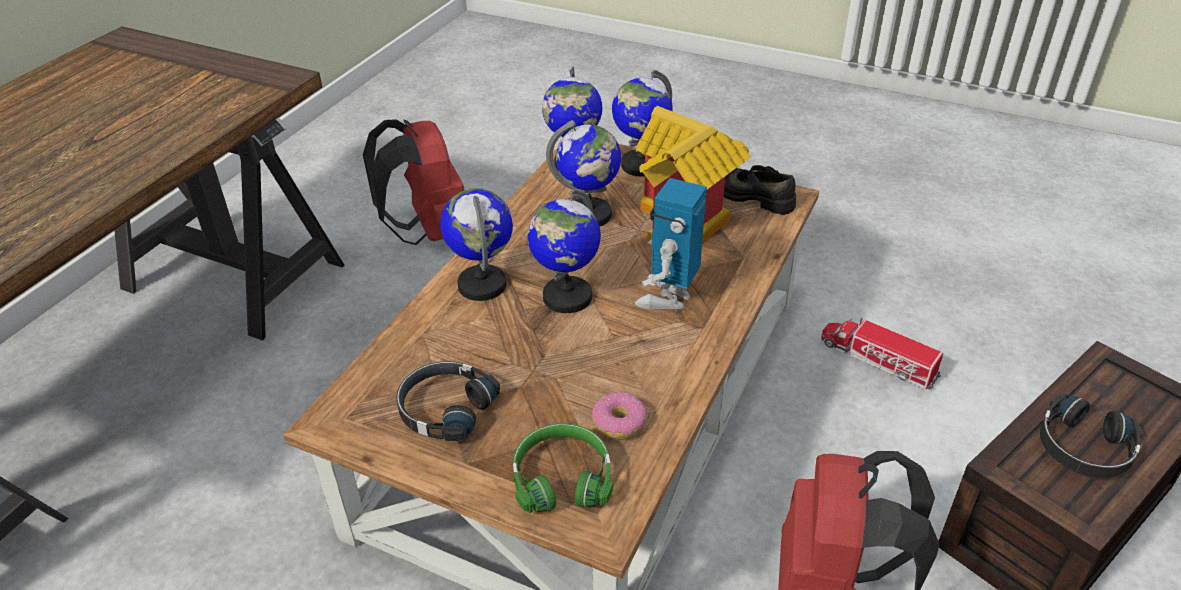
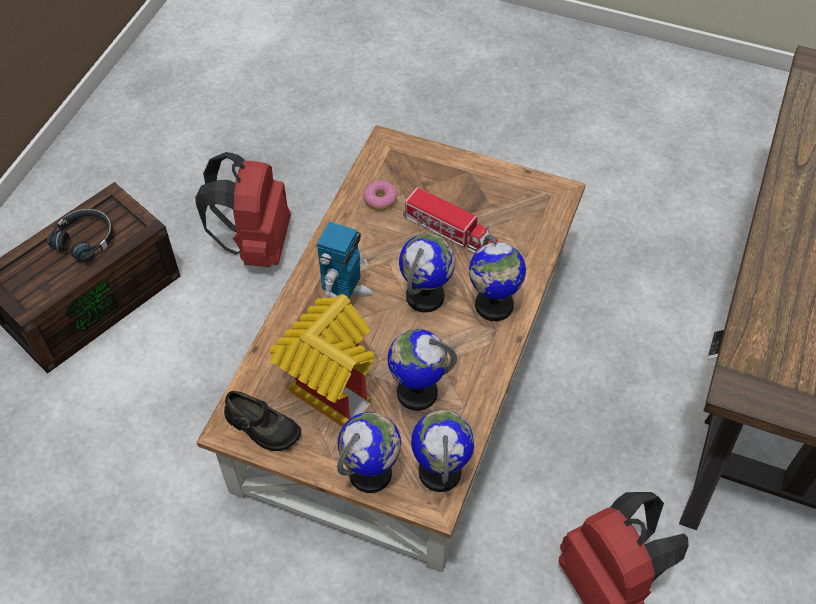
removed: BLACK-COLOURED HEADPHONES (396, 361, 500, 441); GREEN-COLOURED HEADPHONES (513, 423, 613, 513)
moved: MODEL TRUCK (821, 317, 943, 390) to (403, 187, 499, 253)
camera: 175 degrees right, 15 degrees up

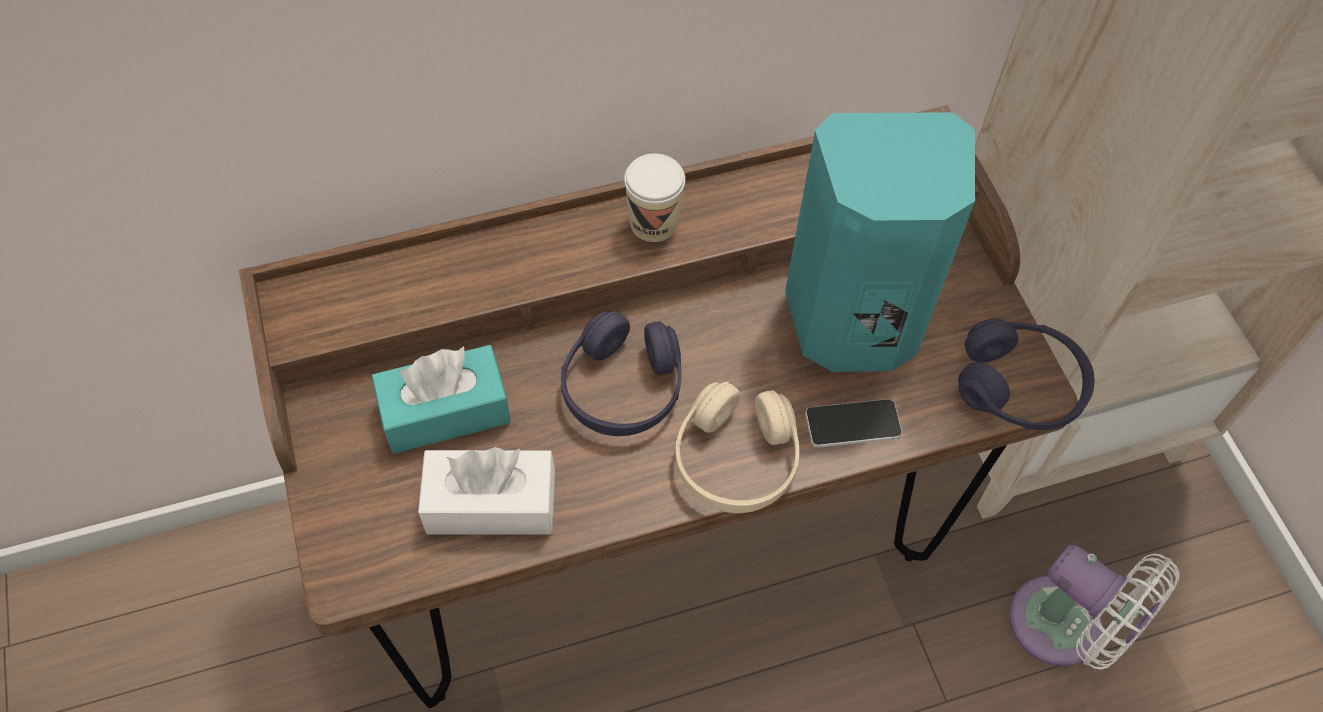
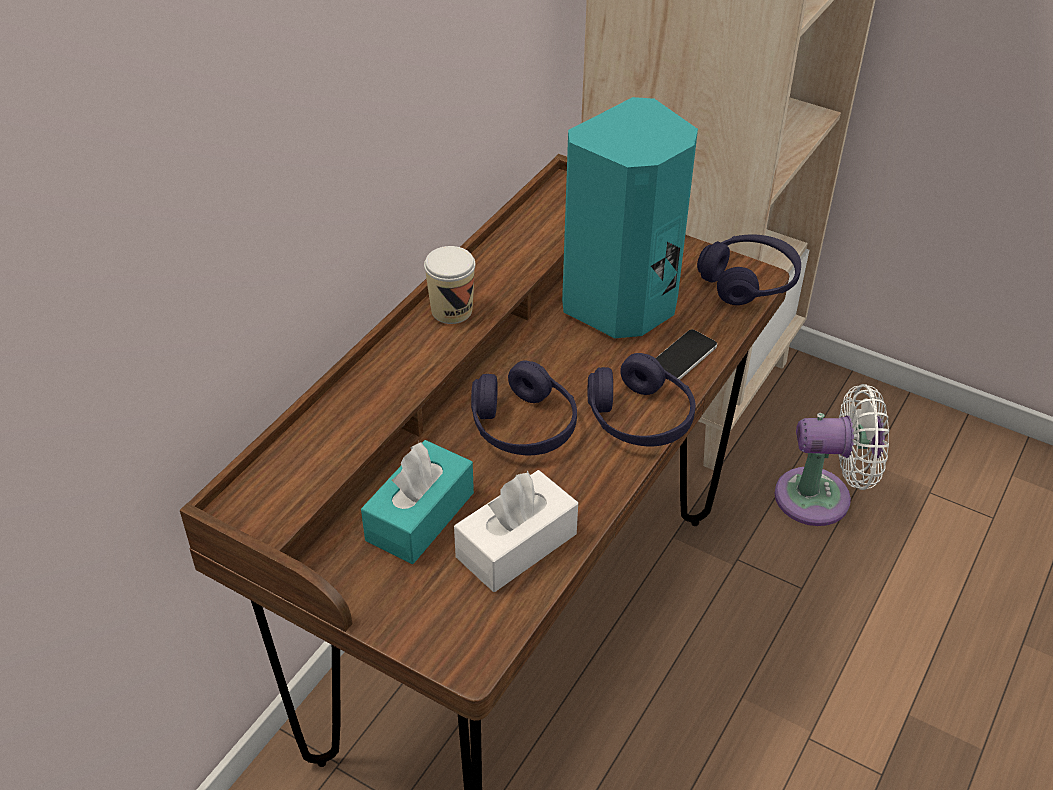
recoloured: SAND-COLOURED HEADPHONES (675, 382, 799, 513) to PURPLISH HEADPHONES (588, 353, 696, 447)
camera: 40 degrees left, 15 degrees down

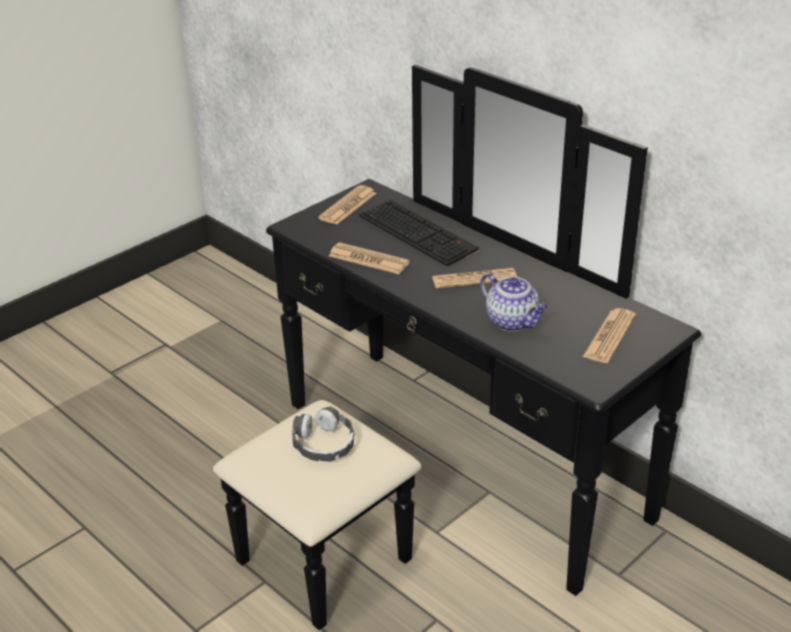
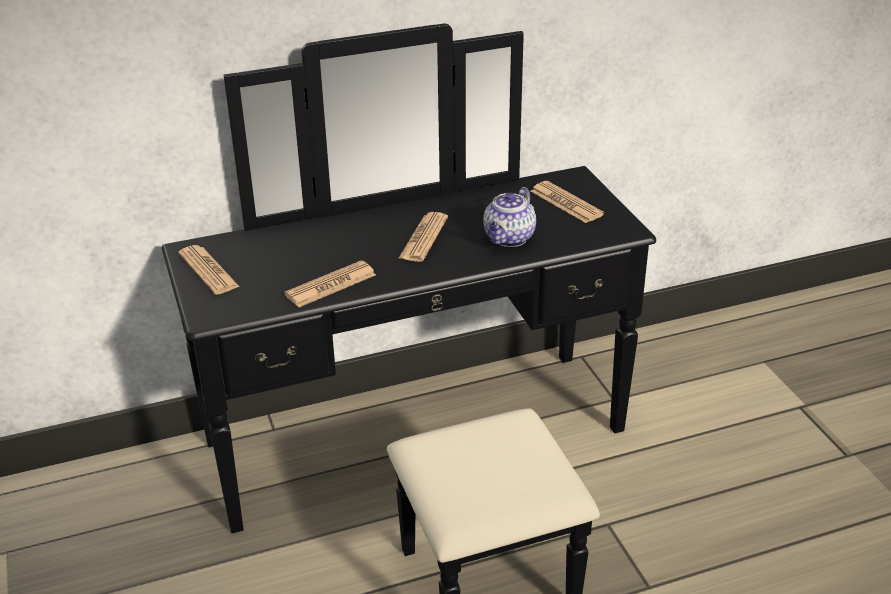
removed: KEYBOARD (359, 200, 479, 266); HEADPHONES (292, 406, 355, 462)
turned: TEAPOT (480, 273, 548, 331) = (483, 187, 536, 247) 135 degrees clockwise
camera: 65 degrees left, 0 degrees up

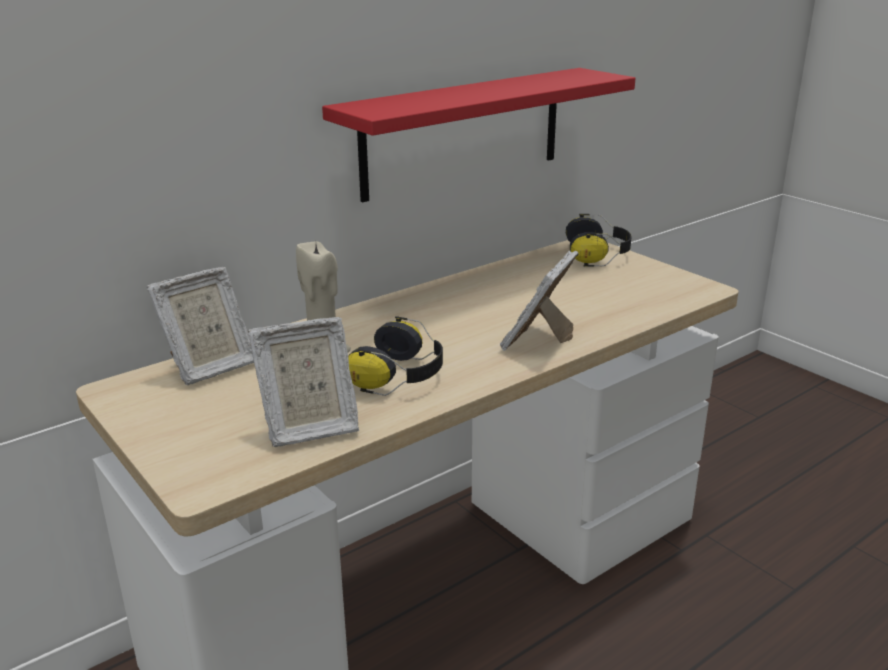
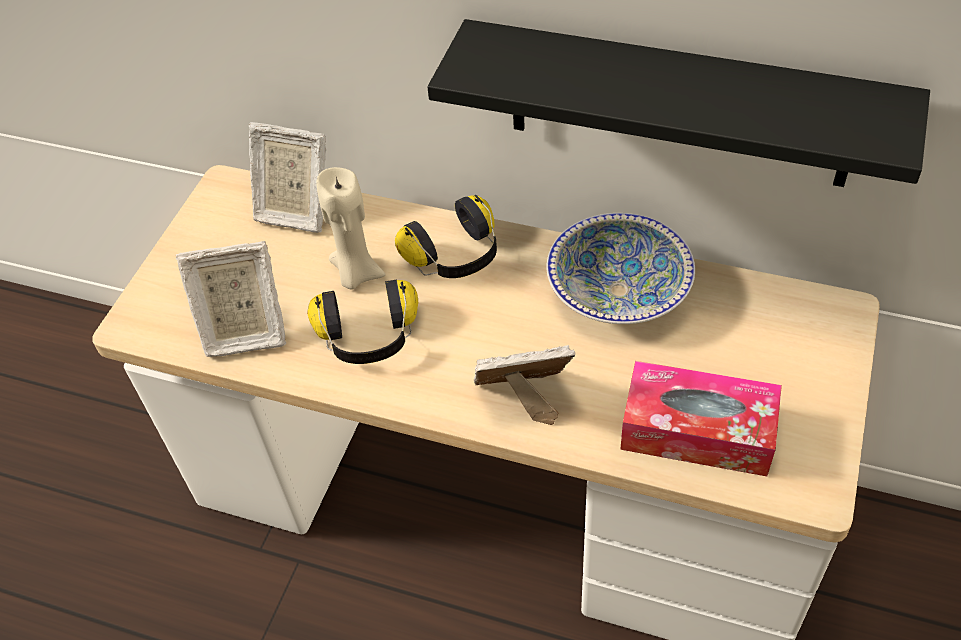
added: BOWL (547, 213, 695, 324); TISSUE HOLDER (620, 361, 782, 476)
moved: HEADPHONES (566, 214, 632, 267) to (395, 195, 497, 278)
recoloured: RED-COLOURED WALL SHELF (322, 68, 636, 203) to BLACK-COLOURED WALL SHELF (427, 19, 930, 187)
turned: STANDING FRAME (248, 317, 359, 447) = (176, 241, 286, 357) 45 degrees counterclockwise
camera: 60 degrees right, 25 degrees up

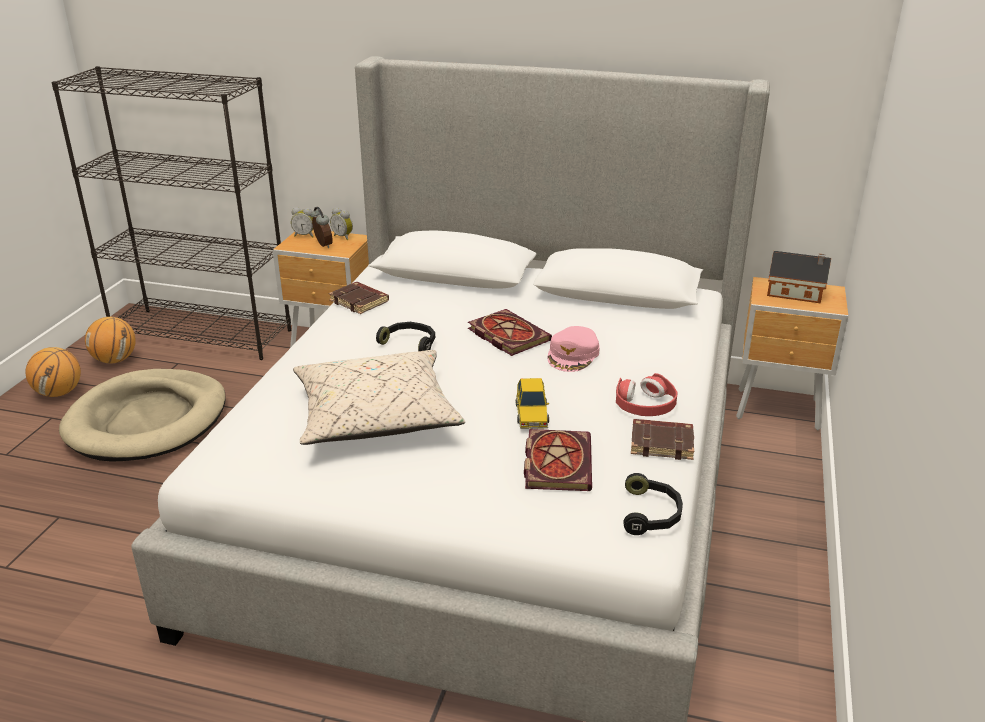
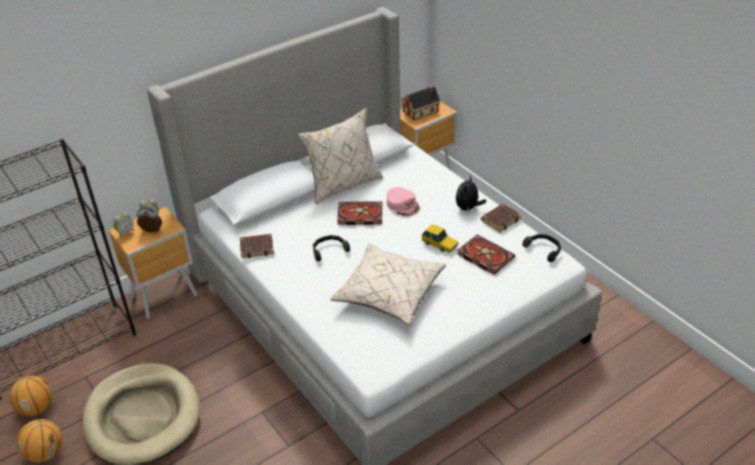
added: SAND-COLOURED CUSHION (298, 108, 383, 204)
replaced: RED-COLOURED HEADPHONES (616, 373, 678, 416) to CUDDLY TOY (456, 175, 486, 212)
camera: 50 degrees left, 10 degrees up

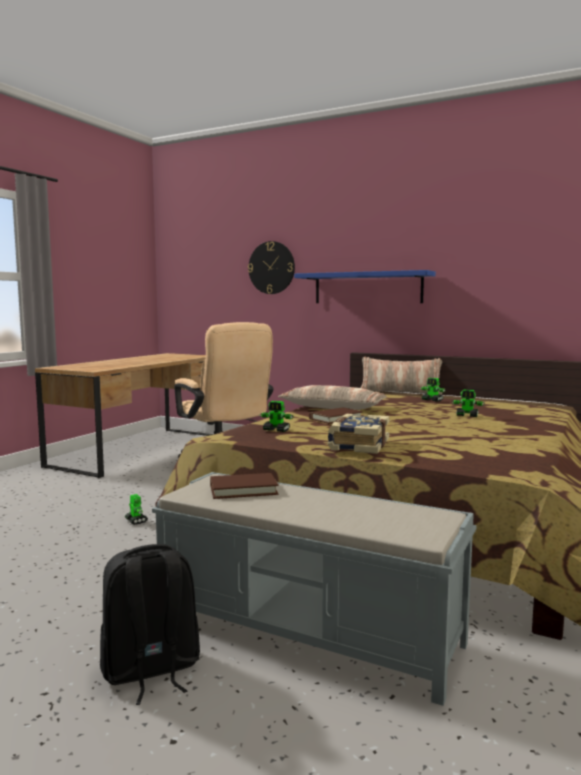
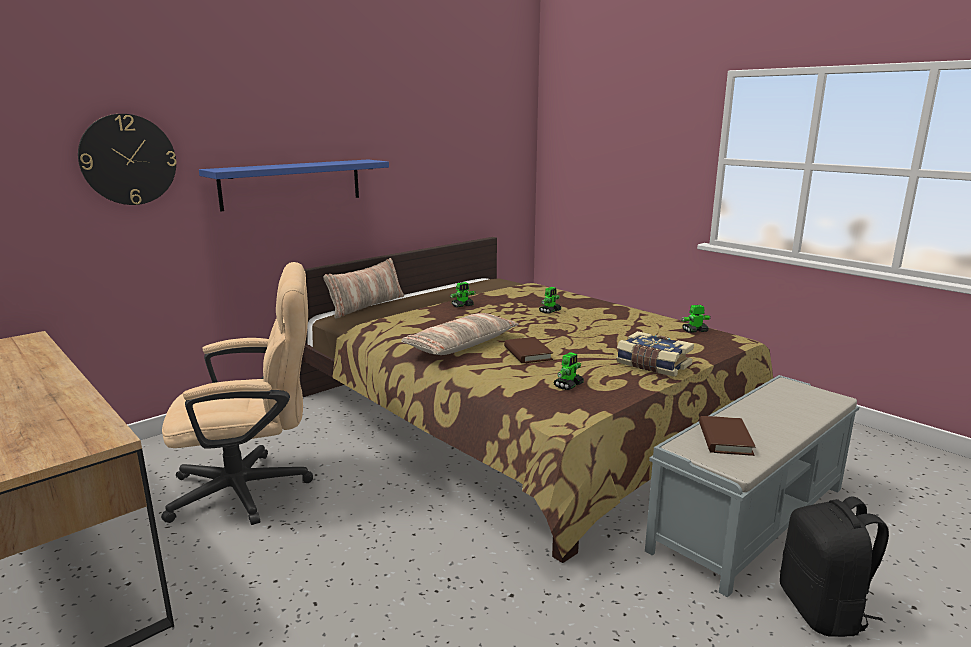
moved: ROBOT FIGURE (125, 494, 148, 525) to (681, 305, 711, 333)
camera: 70 degrees left, 10 degrees up

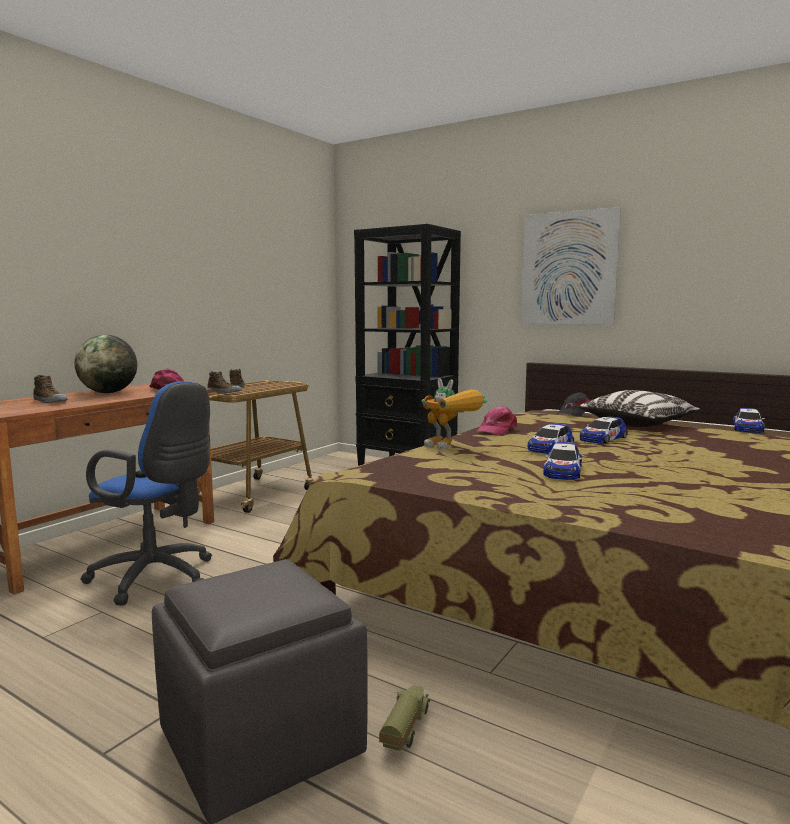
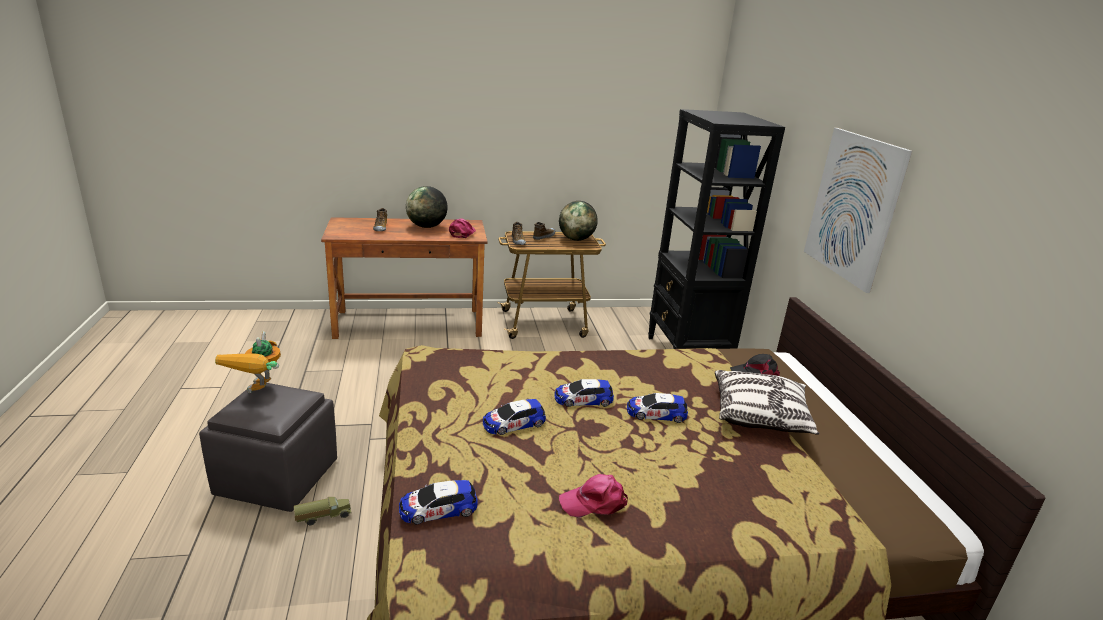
removed: BLUE-COLOURED OFFICE CHAIR (80, 381, 212, 606)
added: DESK GLOBE (559, 201, 598, 241)
moved: ROBOT FIGURE (422, 378, 487, 450) to (215, 331, 281, 393); PINKISH PEAKED CAP (476, 406, 517, 435) to (559, 474, 628, 518); MODEL CAR (733, 408, 765, 433) to (399, 480, 478, 524)
camera: 45 degrees right, 15 degrees up

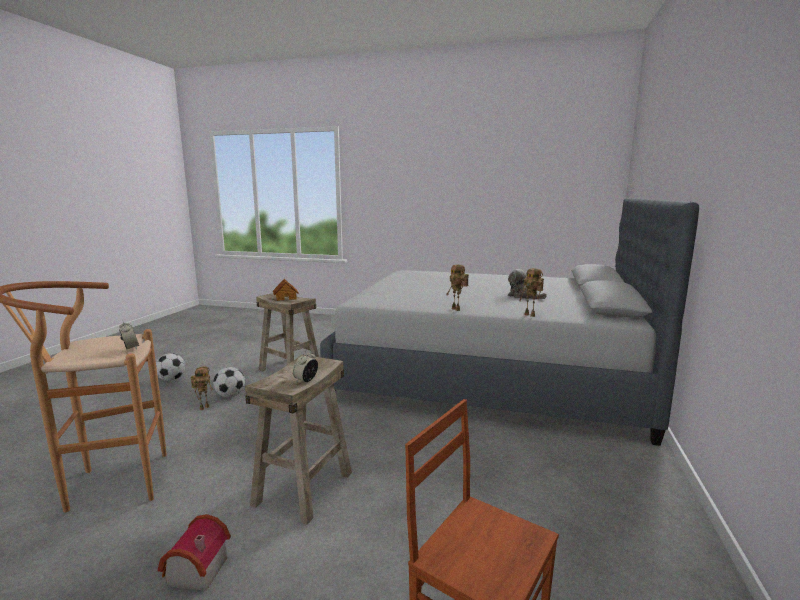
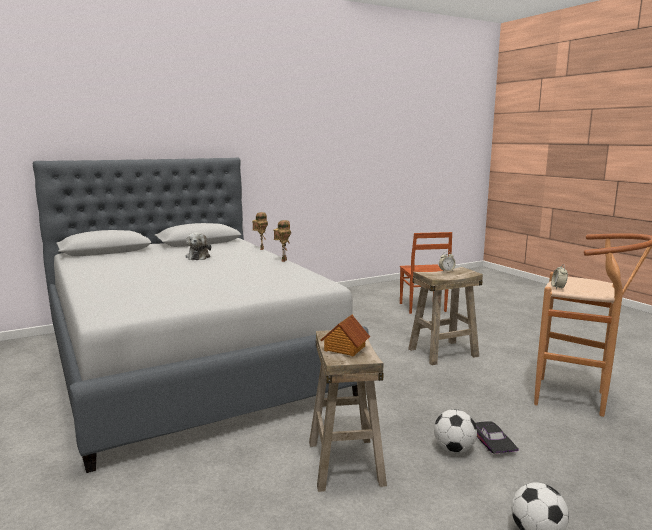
removed: TOY HOUSE (158, 514, 231, 591)
replaced: ROBOT FIGURE (190, 366, 213, 411) to BLACK-COLOURED MODEL CAR (475, 421, 518, 454)
camera: 135 degrees left, 0 degrees up

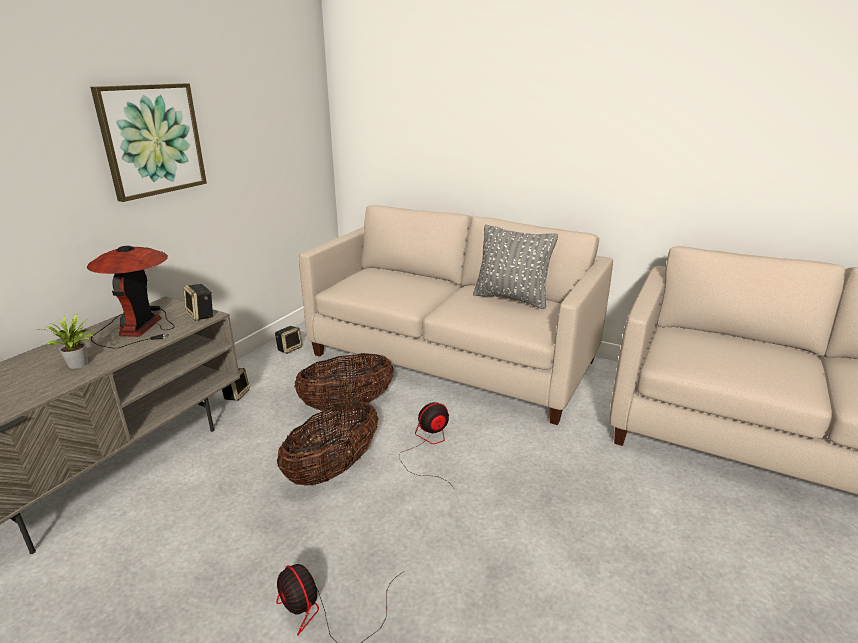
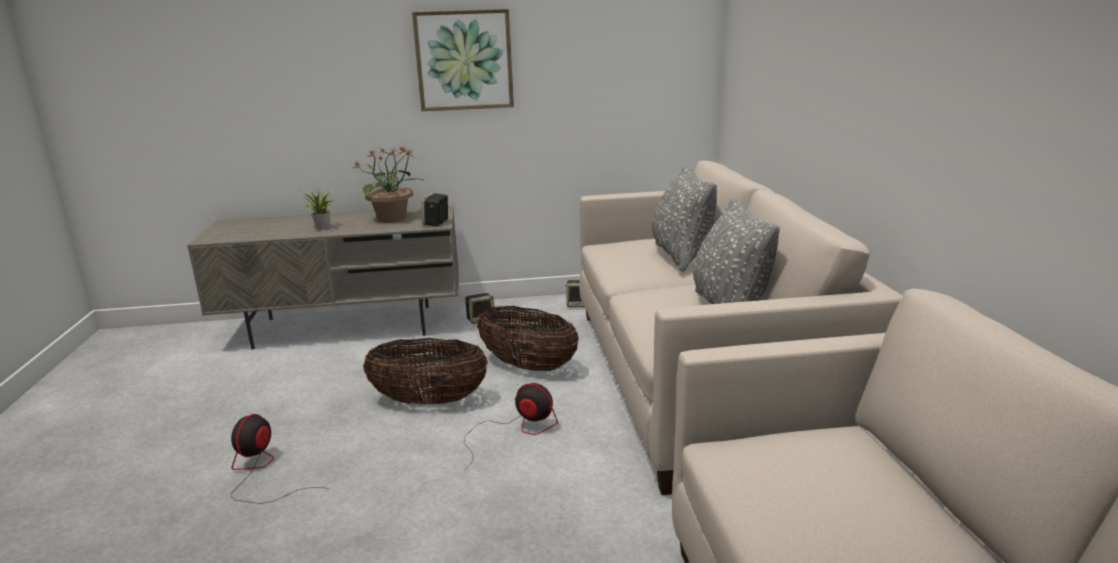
added: GRAY CUSHION (652, 165, 717, 272)
replaced: TABLE LAMP (87, 246, 175, 348) to PLANT IN A POT (353, 147, 425, 223)
camera: 55 degrees right, 5 degrees down

